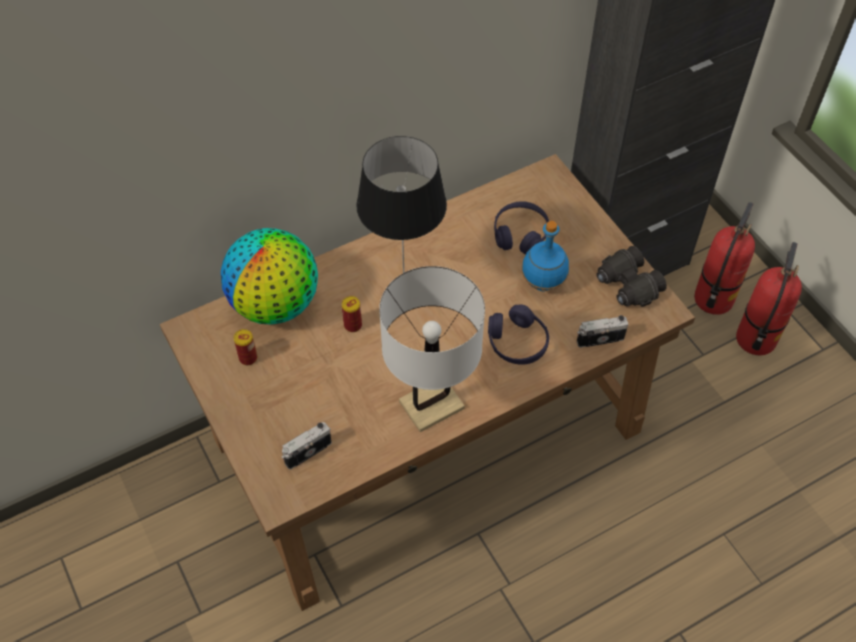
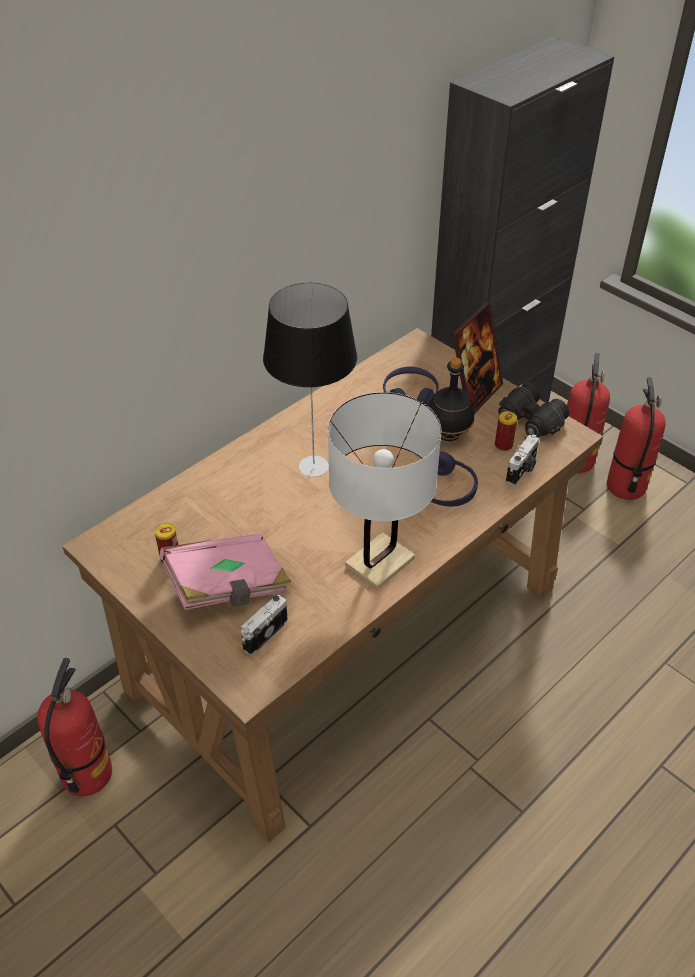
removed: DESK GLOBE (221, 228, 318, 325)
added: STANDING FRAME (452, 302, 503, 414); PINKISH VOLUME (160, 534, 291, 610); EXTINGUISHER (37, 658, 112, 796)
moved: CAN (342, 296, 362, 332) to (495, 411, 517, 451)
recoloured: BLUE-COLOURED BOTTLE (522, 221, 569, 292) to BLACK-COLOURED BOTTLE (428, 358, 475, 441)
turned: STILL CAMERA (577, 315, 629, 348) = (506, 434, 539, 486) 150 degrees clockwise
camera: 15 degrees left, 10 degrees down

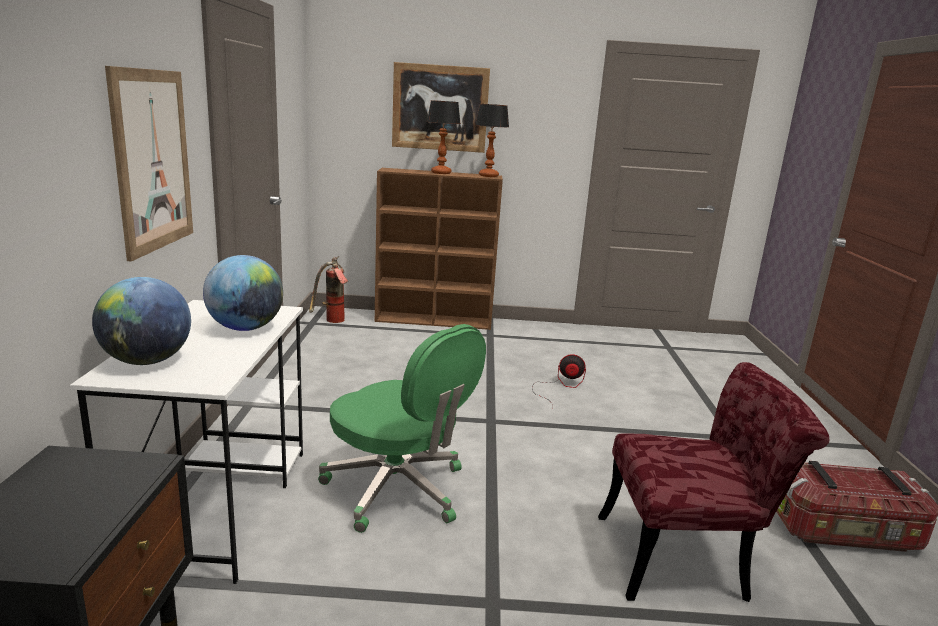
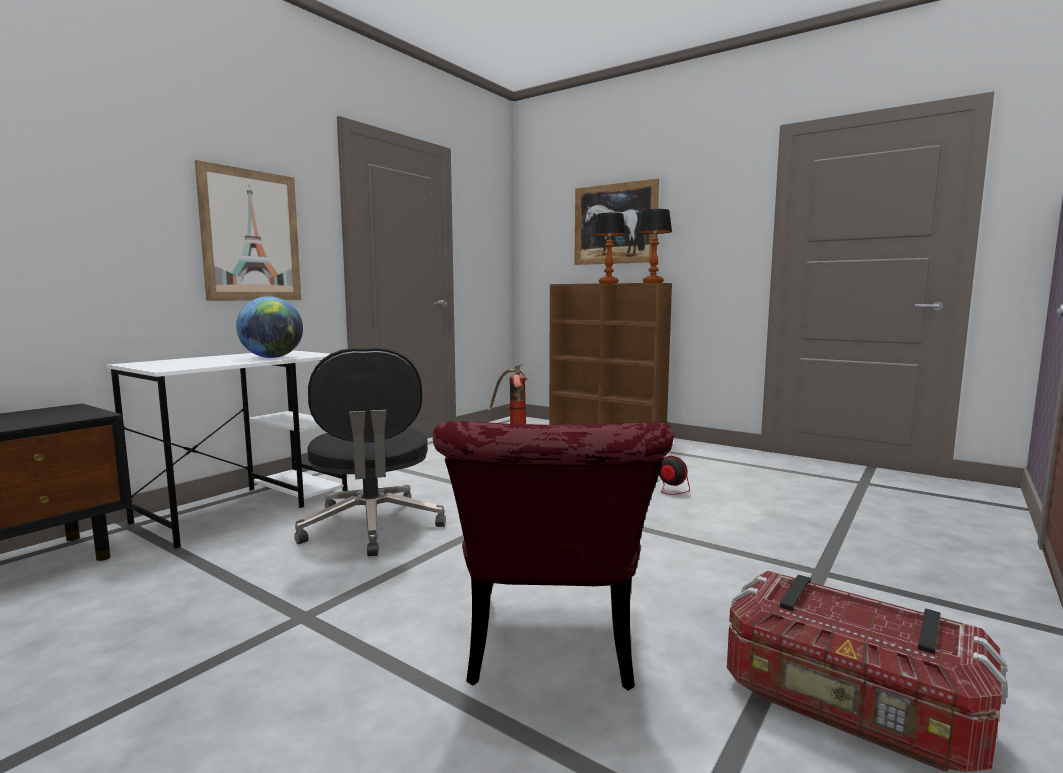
removed: DESK GLOBE (92, 277, 191, 365)
recoloured: GREEN-COLOURED OFFICE CHAIR (318, 324, 486, 533) to BLACK-COLOURED OFFICE CHAIR (294, 347, 446, 556)
turned: RED-COLOURED PLAIN CHAIR (598, 362, 830, 602) = (433, 421, 674, 691) 60 degrees clockwise
camera: 35 degrees right, 10 degrees down

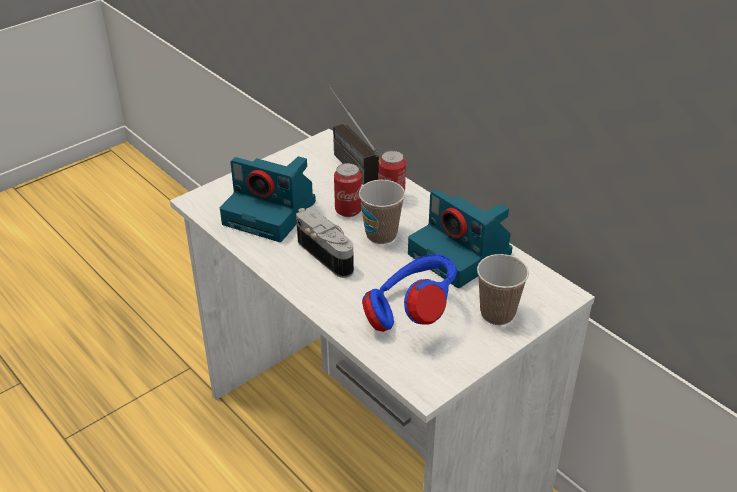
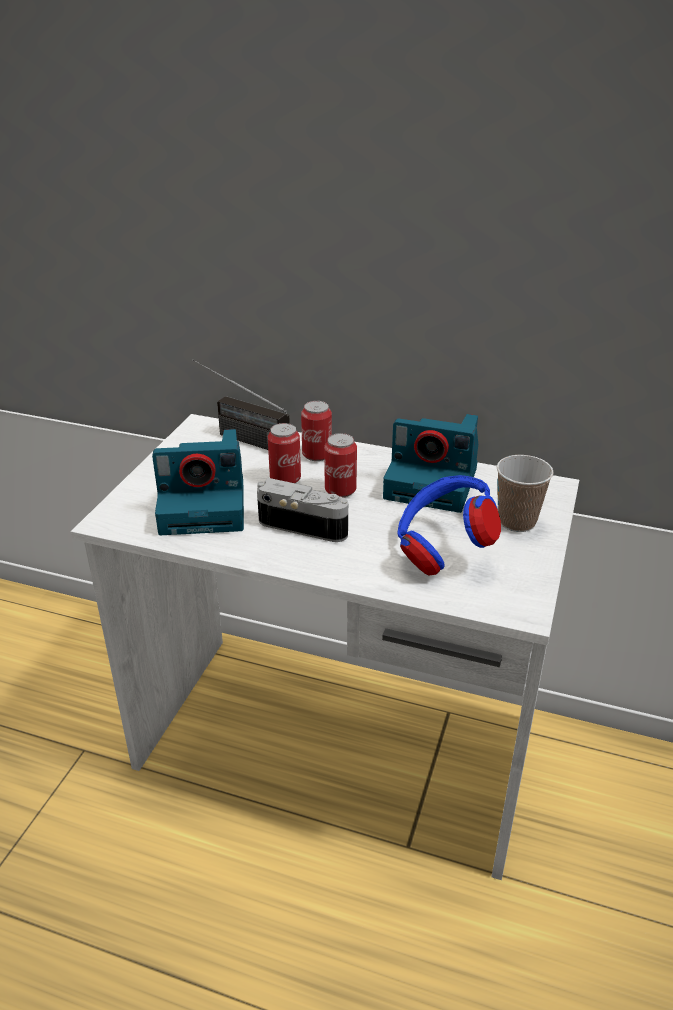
replaced: CUP (359, 180, 405, 244) to CAN (324, 433, 357, 498)
camera: 30 degrees left, 5 degrees down

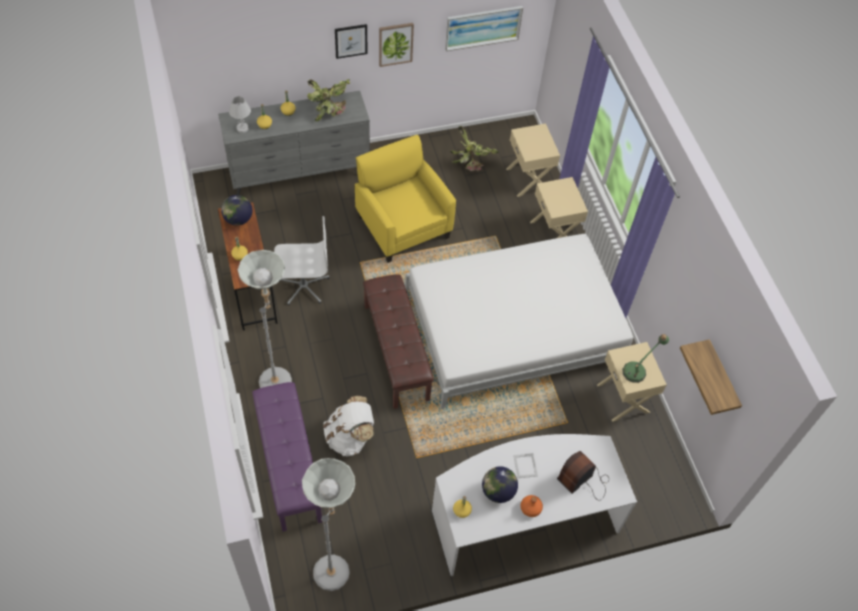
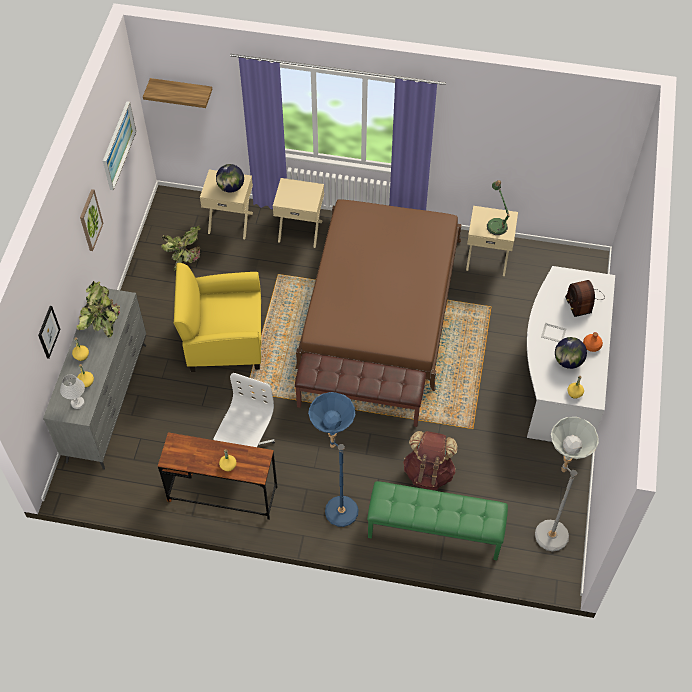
moved: PICTURE (335, 24, 367, 59) to (38, 306, 61, 359); DESK GLOBE (221, 195, 252, 226) to (216, 164, 244, 193); WALL SHELF (680, 339, 742, 415) to (143, 78, 212, 108)
recoloured: WHITISH BED (405, 234, 633, 409) to BROWN BED (295, 199, 462, 391); GRAY STANDING LAMP (238, 250, 292, 388) to BLUE-COLOURED STANDING LAMP (308, 392, 358, 527); PURPLISH BENCH (252, 382, 322, 532) to GREEN-COLOURED BENCH (367, 481, 508, 560); WHITISH RUCKSACK (323, 396, 374, 456) to BROWN RUCKSACK (403, 431, 457, 490)
camera: 60 degrees left, 0 degrees up

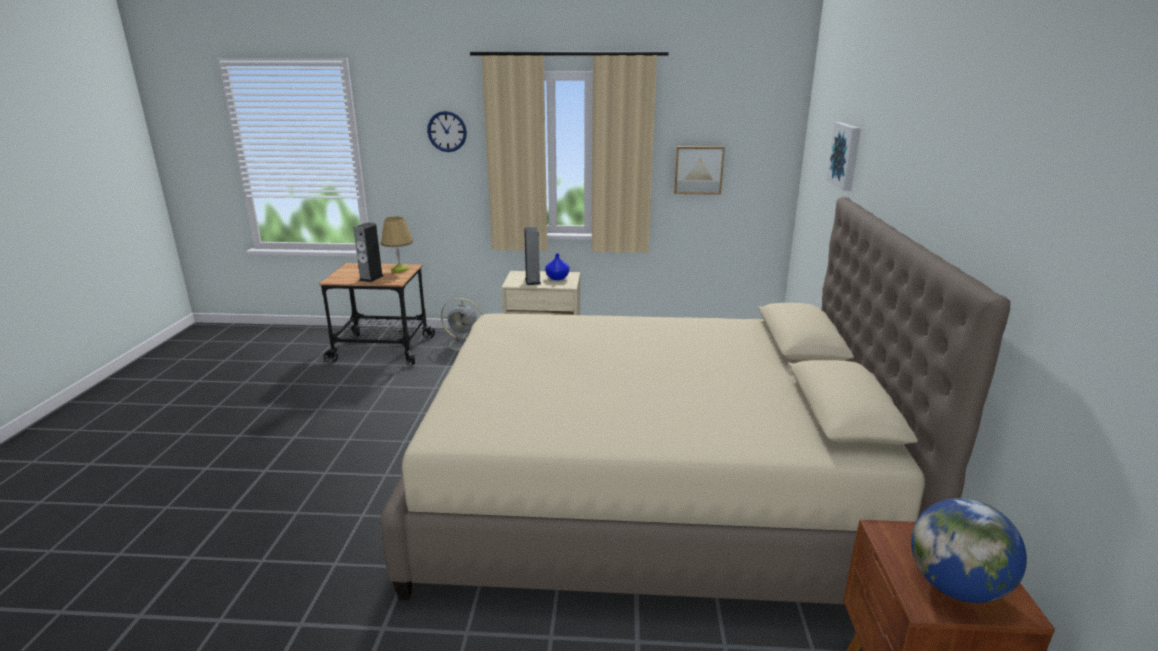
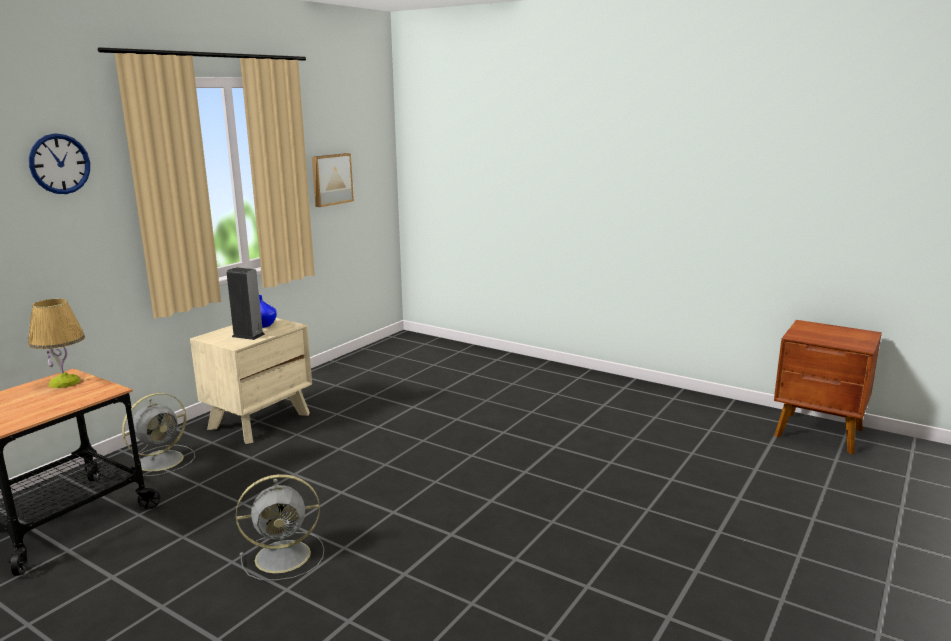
removed: PICTURE (826, 122, 861, 191); SAND-COLOURED BED (381, 197, 1010, 604); SPEAKER (353, 223, 384, 282); DESK GLOBE (911, 498, 1027, 603)
added: GRAY COOLING FAN (236, 474, 324, 581)
camera: 60 degrees left, 5 degrees down

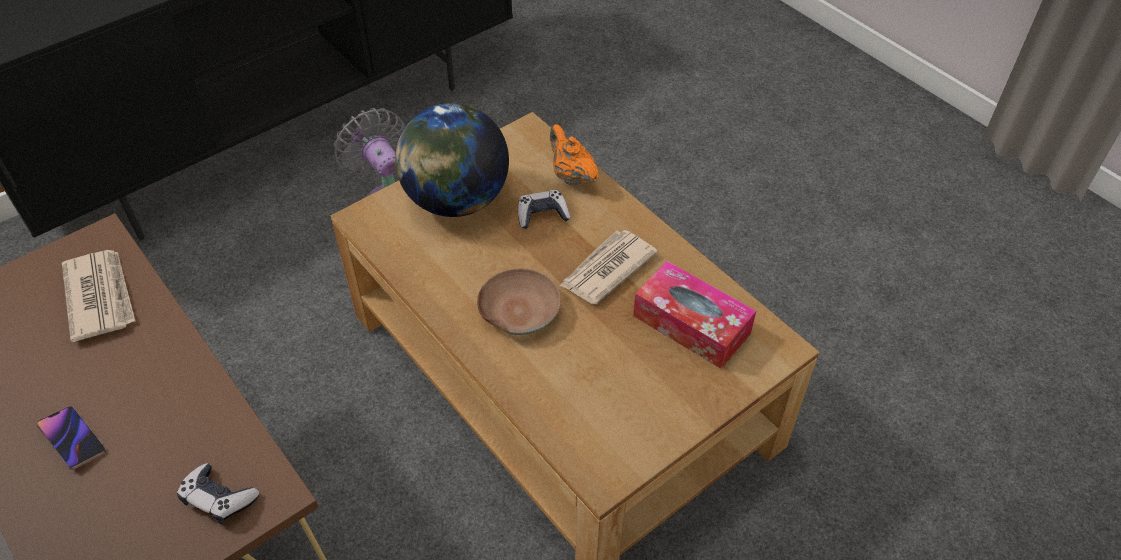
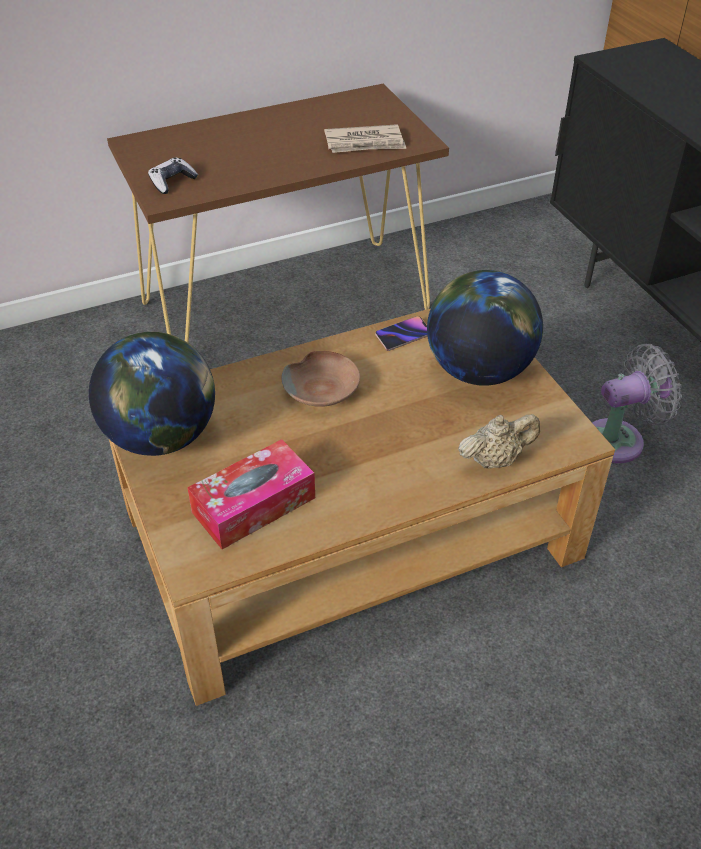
removed: GAME CONTROLLER (518, 190, 571, 229); DAILY PAPER (560, 230, 658, 304)
added: DESK GLOBE (89, 332, 215, 456)
moved: HANDSET (37, 406, 106, 470) to (375, 316, 427, 351)
recoloured: ORANGEY TEAPOT (550, 124, 599, 185) to SAND-COLOURED TEAPOT (458, 414, 540, 469)
camera: 105 degrees right, 5 degrees down

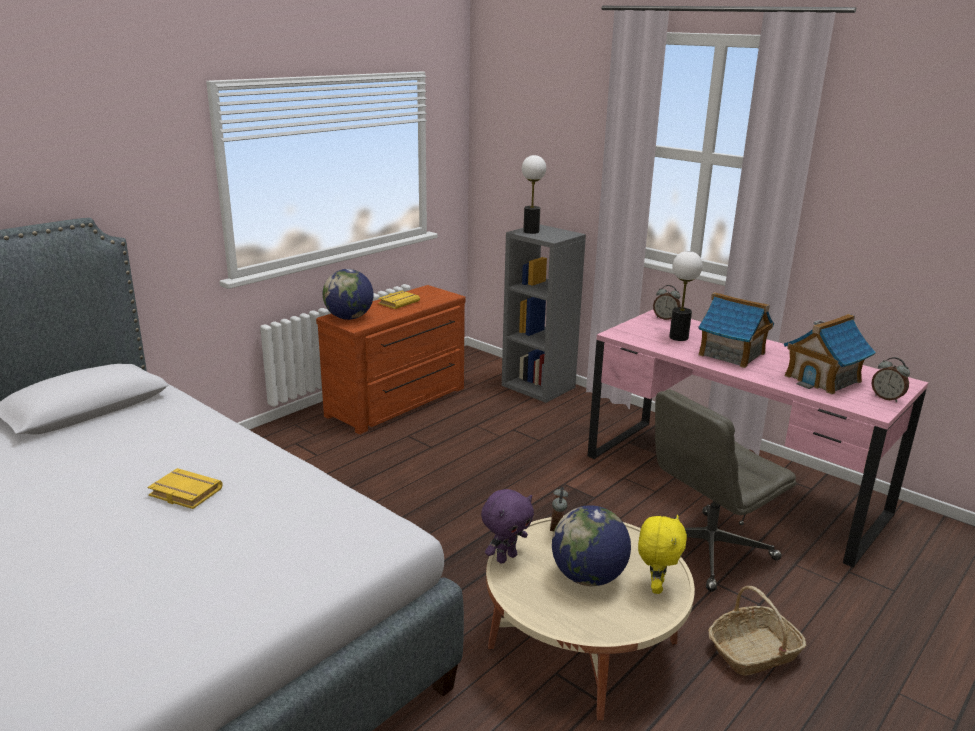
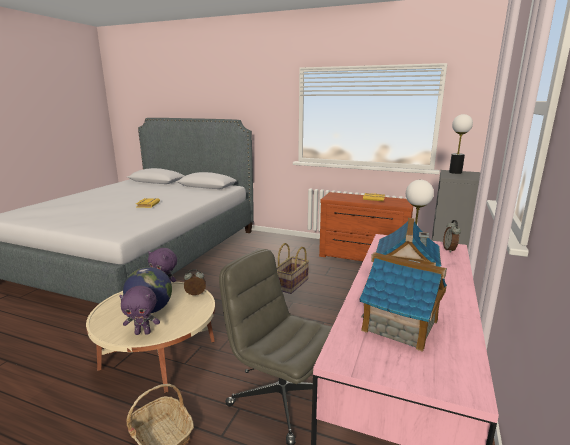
removed: DESK GLOBE (323, 269, 374, 320); BEDSIDE CLOCK (872, 357, 910, 402)
added: BASKET (276, 243, 309, 294)
recoloured: YELLOW CUDDLY TOY (638, 515, 687, 594) to PURPLISH CUDDLY TOY (119, 286, 160, 335)
camera: 70 degrees right, 5 degrees down

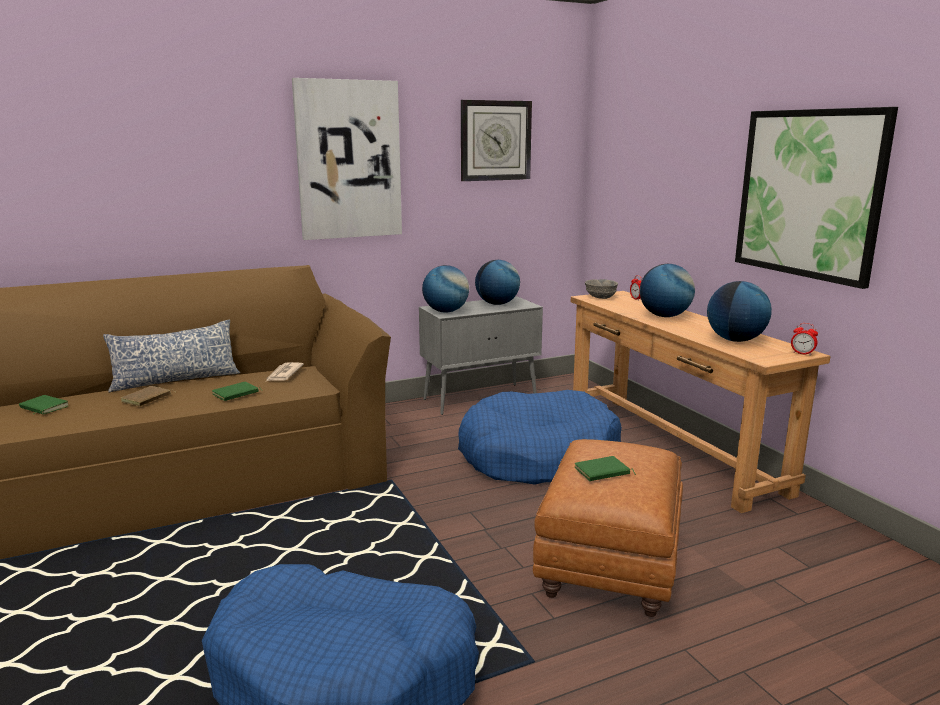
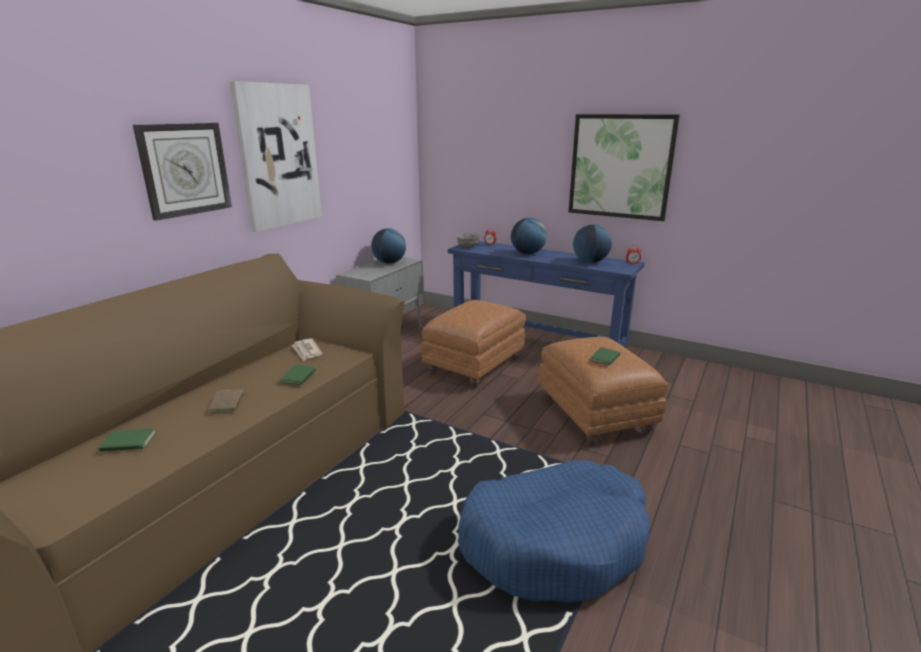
removed: DESK GLOBE (422, 265, 469, 312); CUSHION (103, 319, 240, 393)
moved: WALL CLOCK (461, 100, 532, 181) to (133, 123, 232, 221)
replaced: BLUE-COLOURED DOG BED (458, 390, 622, 485) to BROWN POUFFE (420, 300, 526, 388)
recoloured: BROWN NARROW TABLE (571, 291, 831, 513) to BLUE-COLOURED NARROW TABLE (448, 241, 644, 348)
camera: 35 degrees left, 5 degrees up

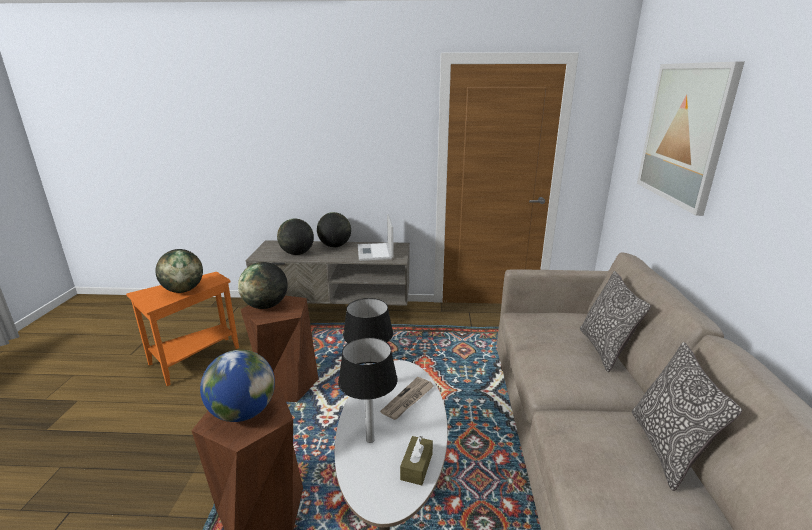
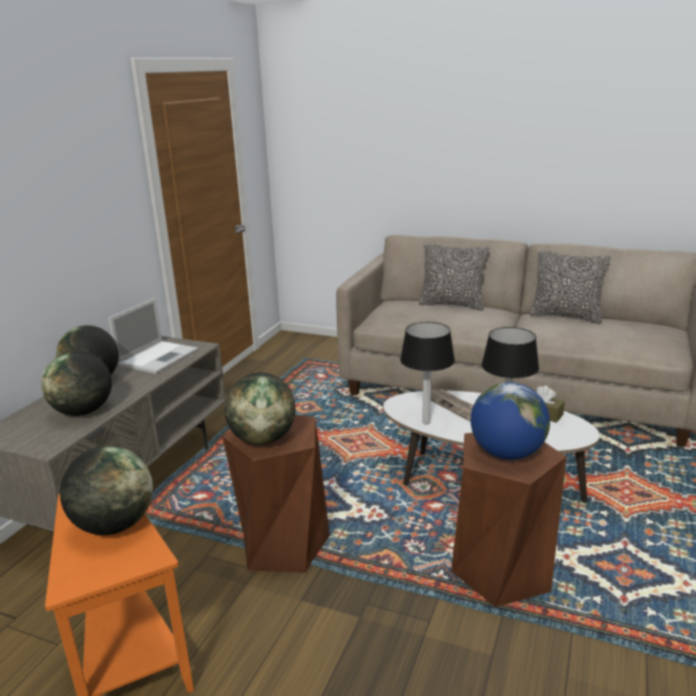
removed: PICTURE (637, 62, 744, 216)
turned: PORTABLE COMPUTER (358, 214, 394, 261) = (108, 298, 198, 374) 75 degrees counterclockwise
camera: 70 degrees left, 0 degrees up

